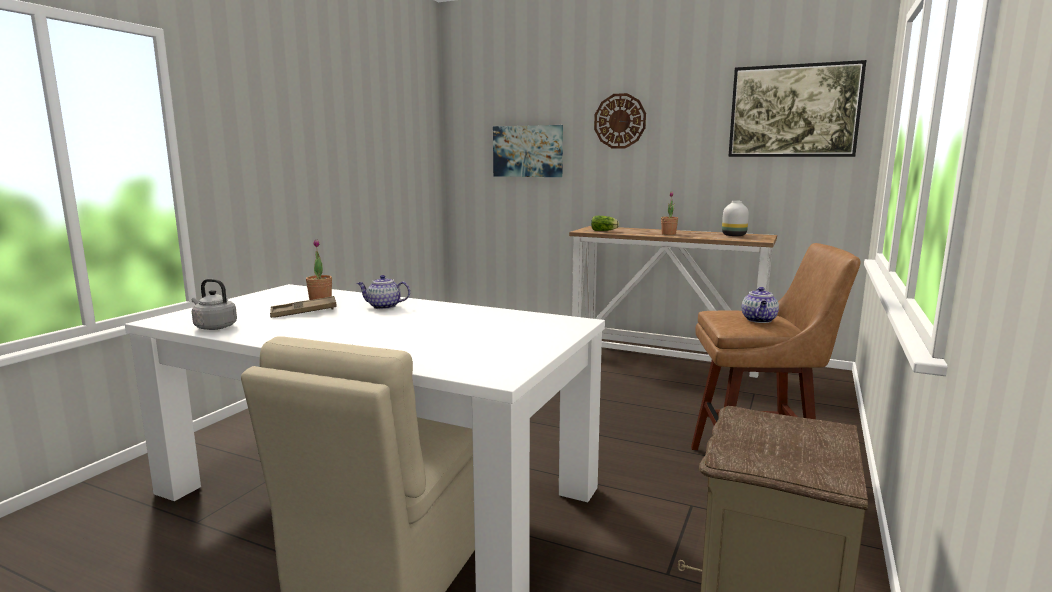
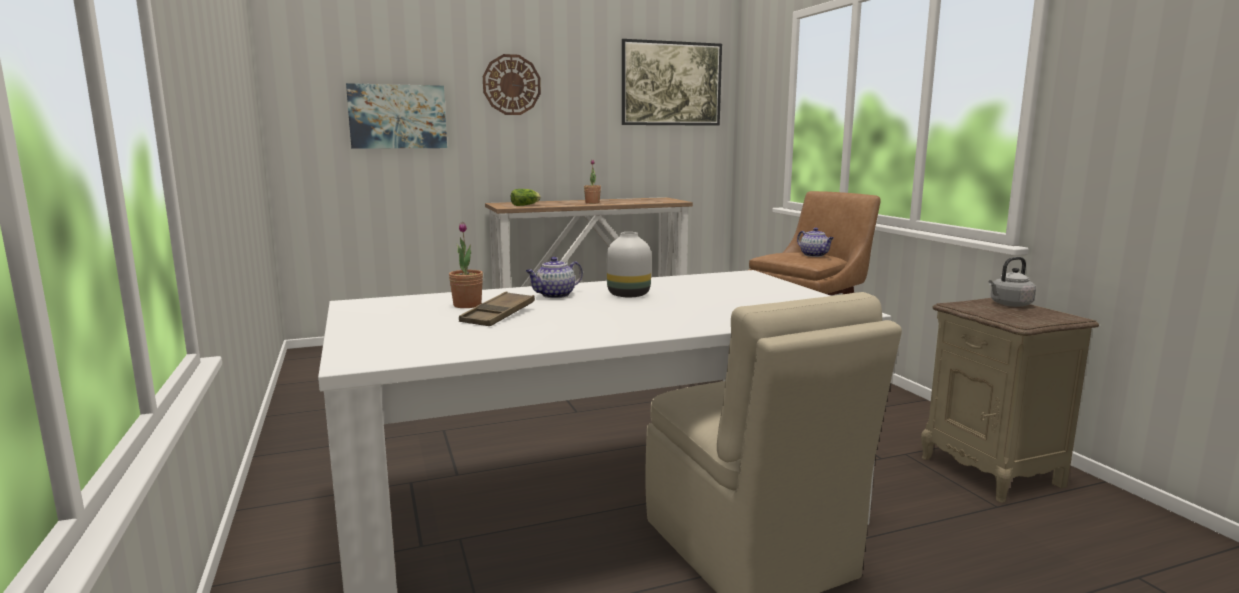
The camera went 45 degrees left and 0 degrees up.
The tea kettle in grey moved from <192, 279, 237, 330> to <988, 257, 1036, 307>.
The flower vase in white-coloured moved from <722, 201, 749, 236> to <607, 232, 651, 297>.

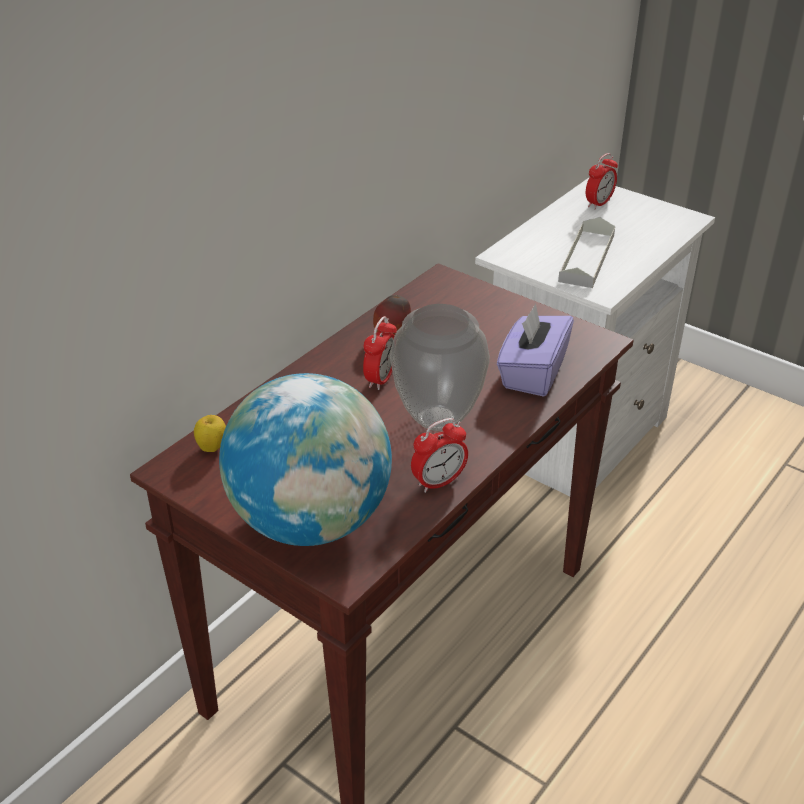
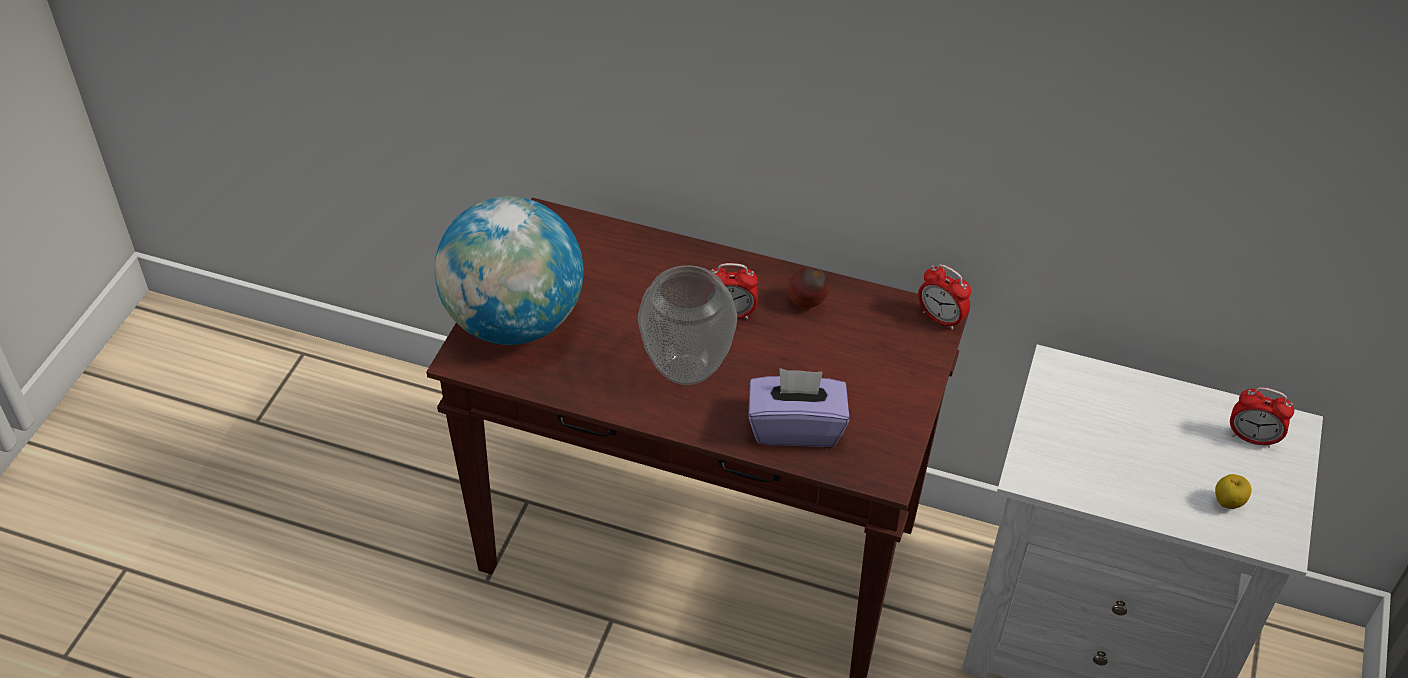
The camera went 70 degrees right and 10 degrees up.
The apple fruit moved from <194, 415, 226, 452> to <1215, 474, 1251, 509>.
The bedside clock moved from <411, 418, 468, 493> to <918, 264, 971, 330>.
The tray in grey at <558, 217, 615, 288> disappeared.

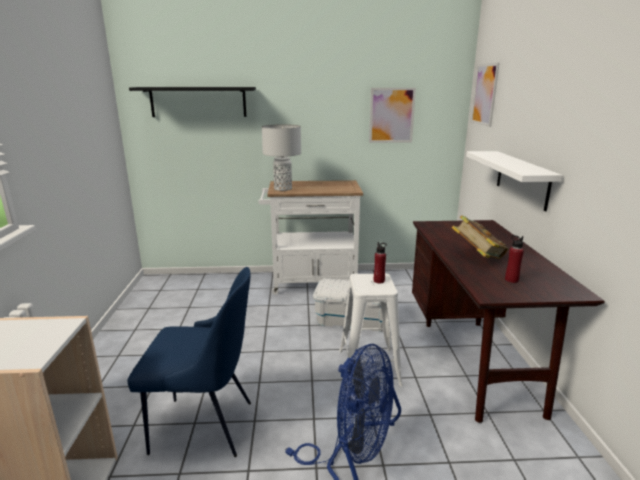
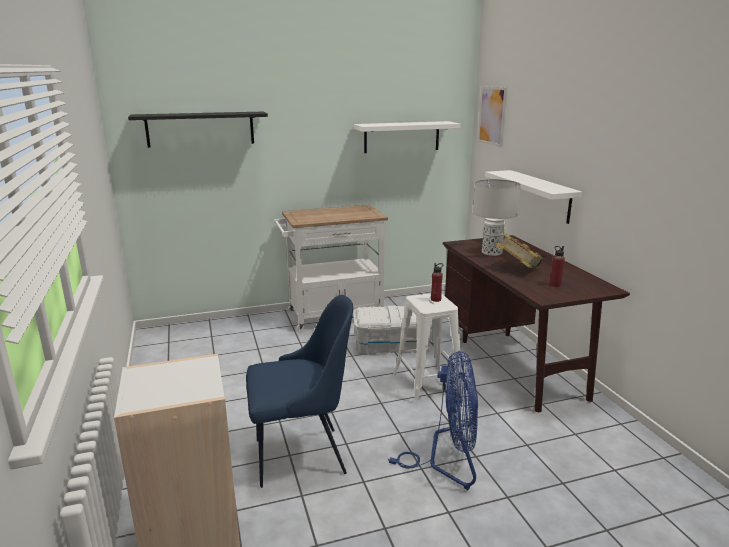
The camera went 15 degrees left and 0 degrees up.
The tabletop lamp in white-coloured moved from <262, 124, 301, 191> to <473, 179, 521, 256>.
The wall picture at <369, 88, 416, 143> was replaced by the wall shelf in white-coloured at <354, 121, 461, 153>.

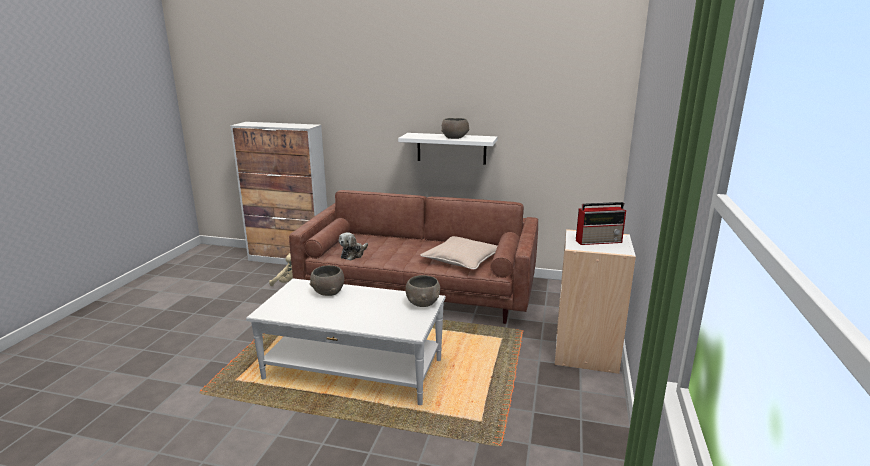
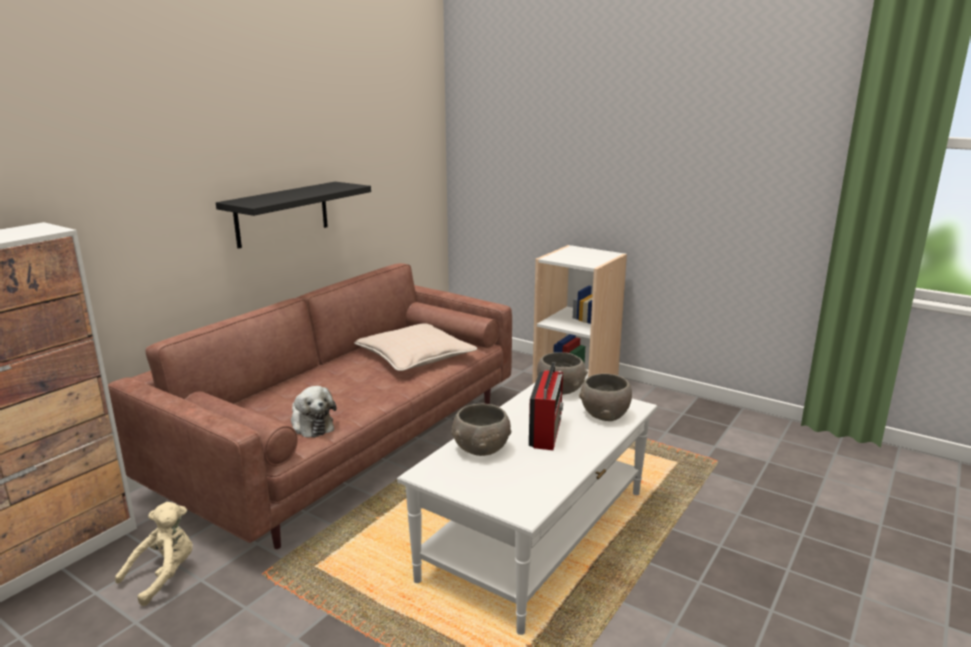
The camera went 70 degrees left and 0 degrees up.
The wall shelf in white-coloured at <398, 133, 498, 165> became the wall shelf in blackish at <216, 182, 371, 249>.
The serving bowl in grey moved from <441, 118, 469, 139> to <579, 373, 632, 421>.
The radio set moved from <576, 202, 626, 245> to <529, 362, 563, 450>.

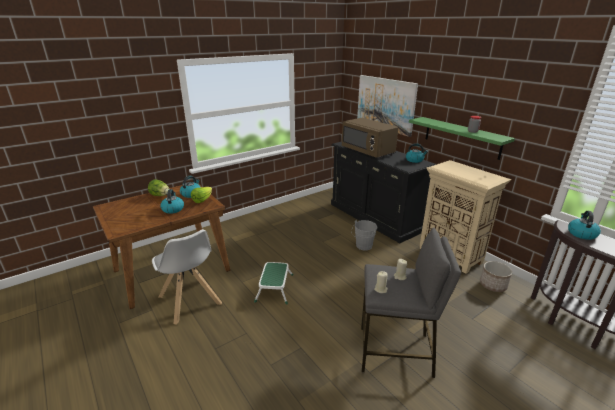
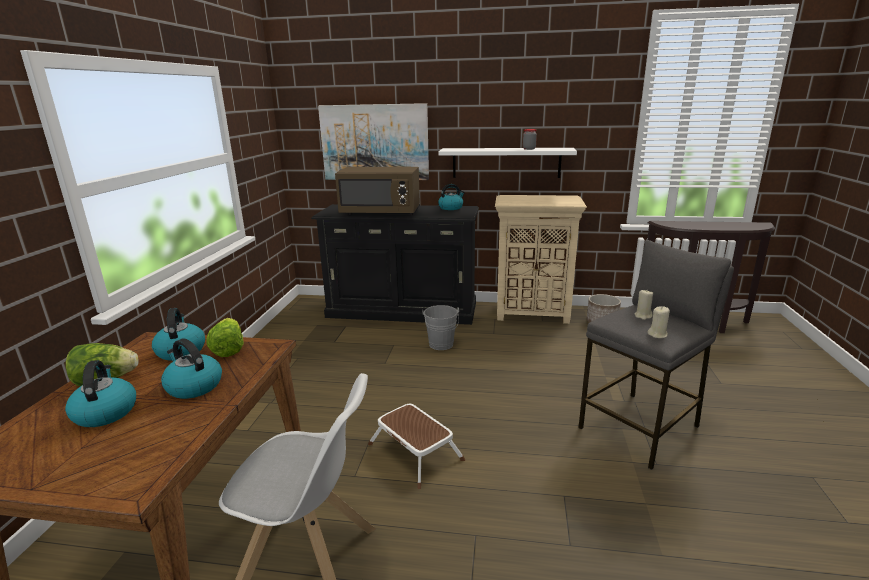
The camera went 45 degrees left and 5 degrees down.
The step ladder in greenish at <254, 262, 293, 305> became the step ladder in brown at <368, 403, 465, 489>.
The wall shelf in greenish at <409, 117, 515, 160> became the wall shelf in white-coloured at <438, 148, 577, 178>.
The tea kettle moved from <568, 211, 601, 240> to <65, 360, 136, 427>.

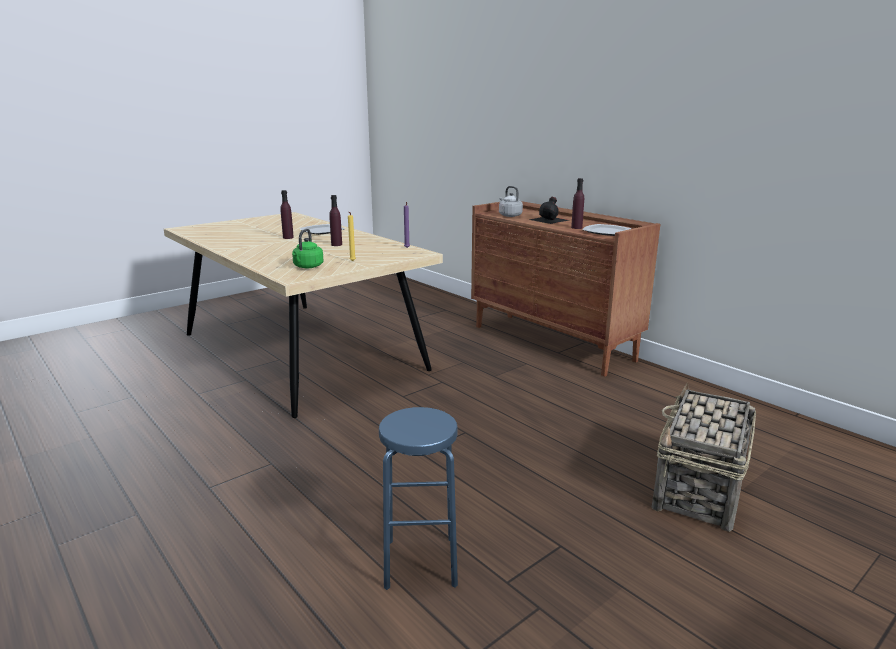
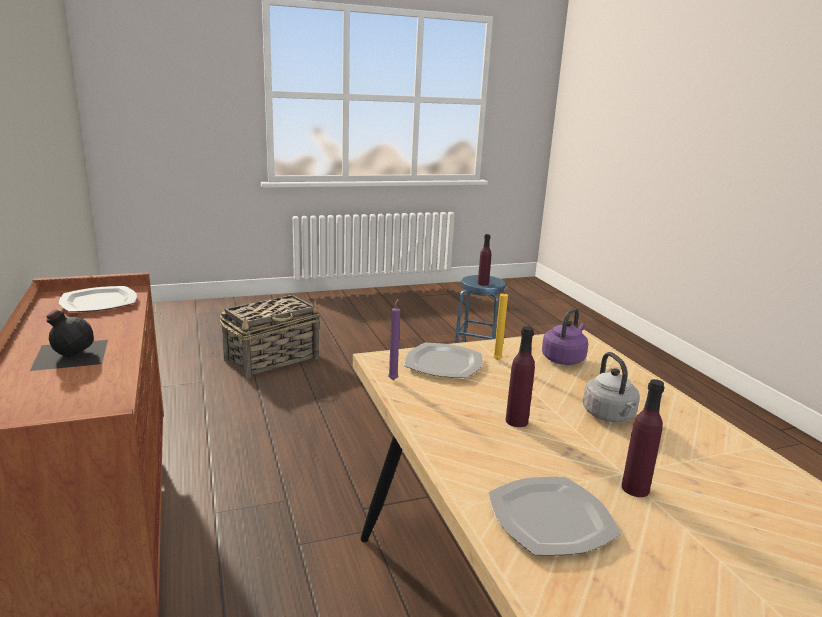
The camera went 160 degrees left and 0 degrees up.
The tea kettle in greenish at <292, 229, 324, 268> became the tea kettle in purplish at <542, 308, 588, 365>.
The tea kettle in grey moved from <499, 186, 523, 217> to <583, 352, 640, 422>.
The bottle in purplish moved from <571, 178, 584, 229> to <478, 234, 491, 286>.
The dinner plate at <404, 343, 482, 378> appeared.

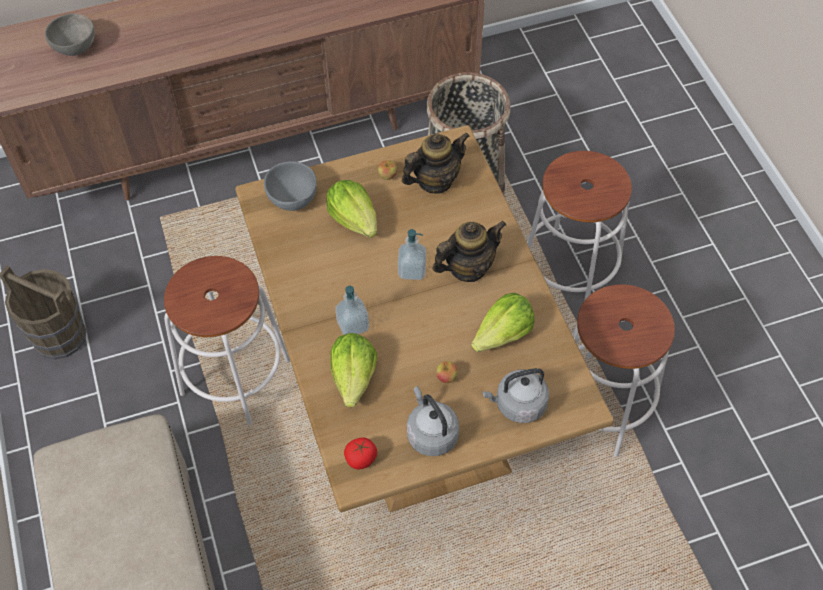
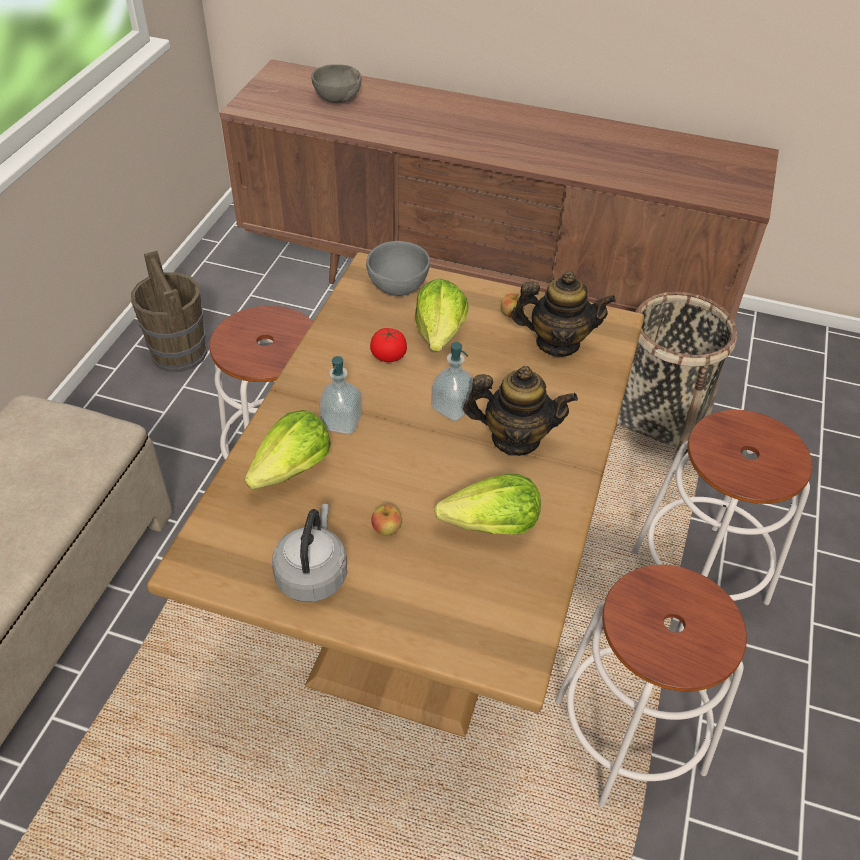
The camera went 35 degrees right and 10 degrees down.
The fresh tomato moved from <344, 437, 377, 469> to <370, 328, 407, 362>.
The tea kettle in grey at <483, 368, 549, 423> disappeared.

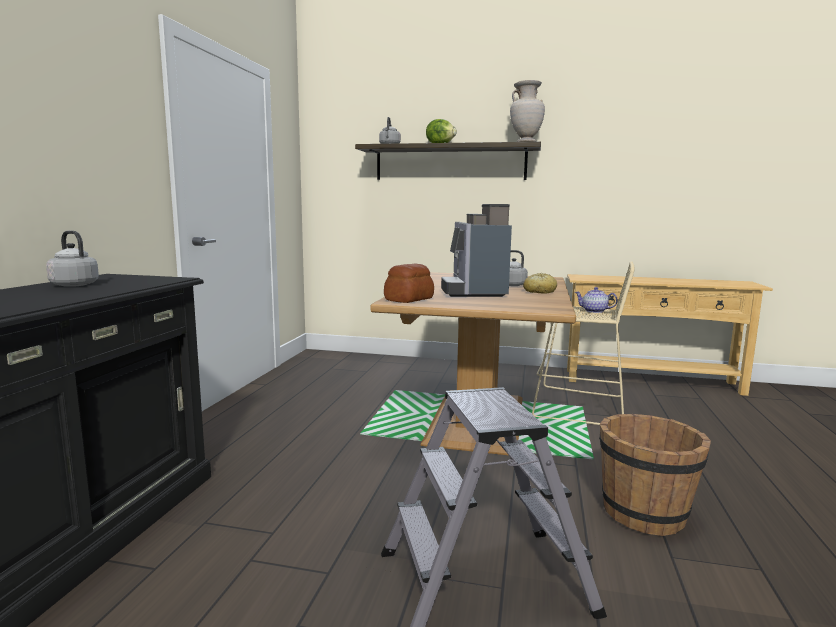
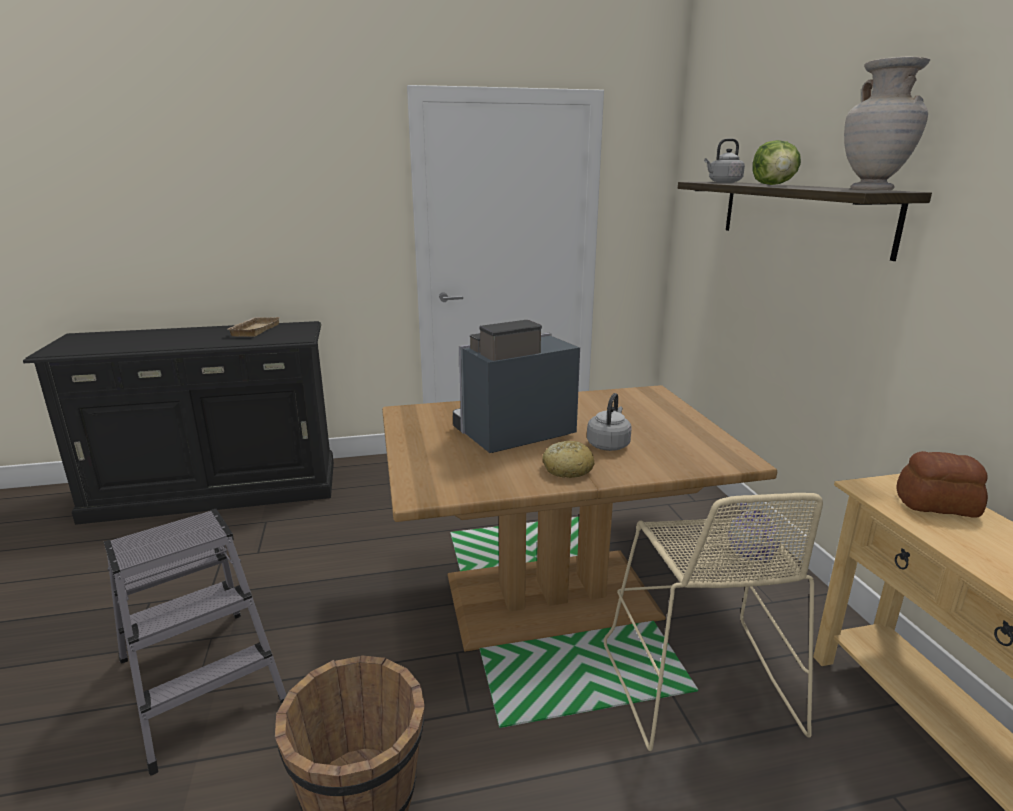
The camera went 65 degrees right and 10 degrees up.
The tea kettle in grey at <46, 230, 99, 287> was replaced by the tray in beige at <228, 317, 280, 337>.
The baked bread moved from <384, 264, 434, 303> to <896, 451, 988, 518>.

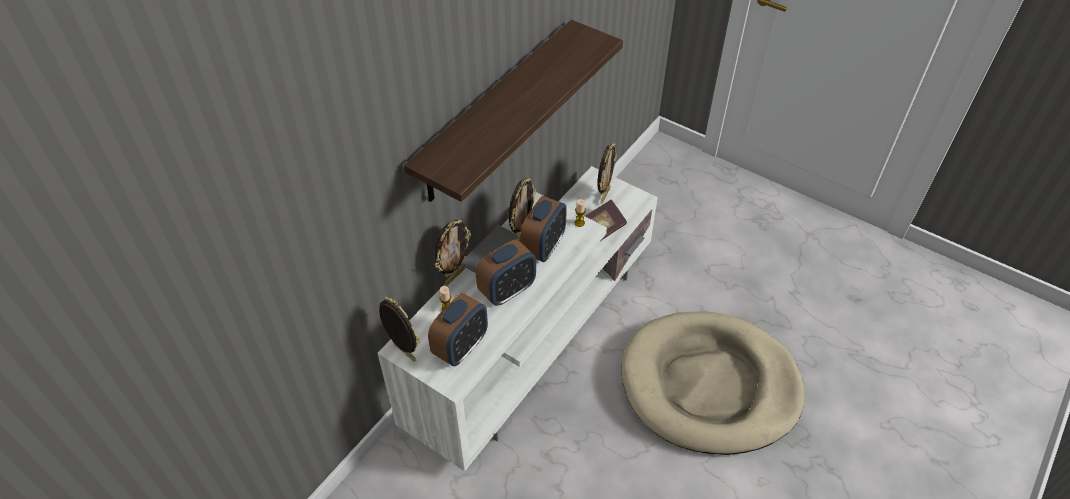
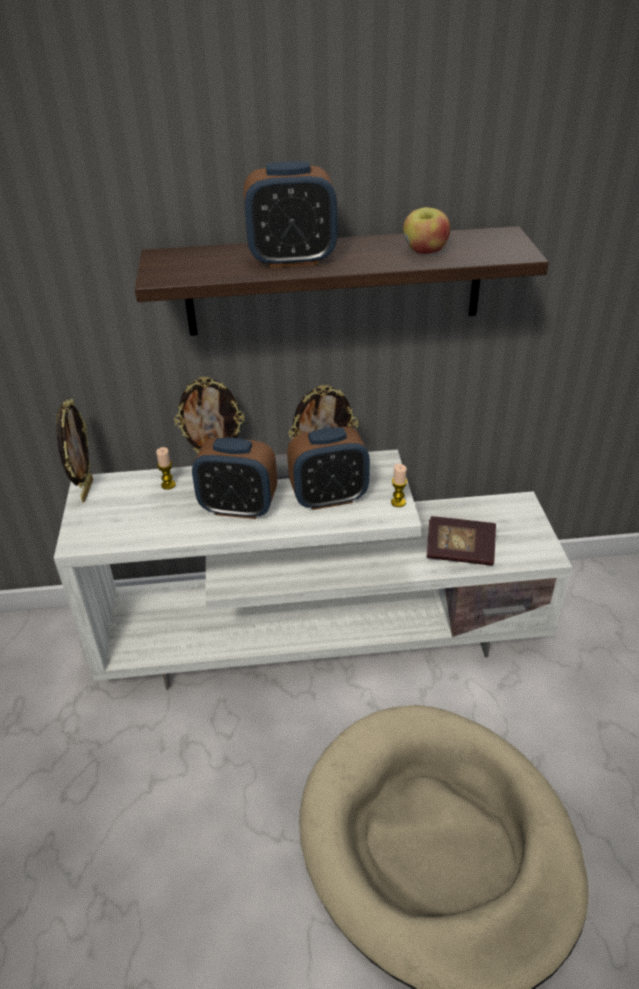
The camera went 50 degrees right and 10 degrees down.
The bedside clock moved from <428, 293, 488, 366> to <244, 161, 337, 268>.
The standing frame at <597, 143, 617, 204> disappeared.
The apple fruit at <403, 207, 450, 254> appeared.

